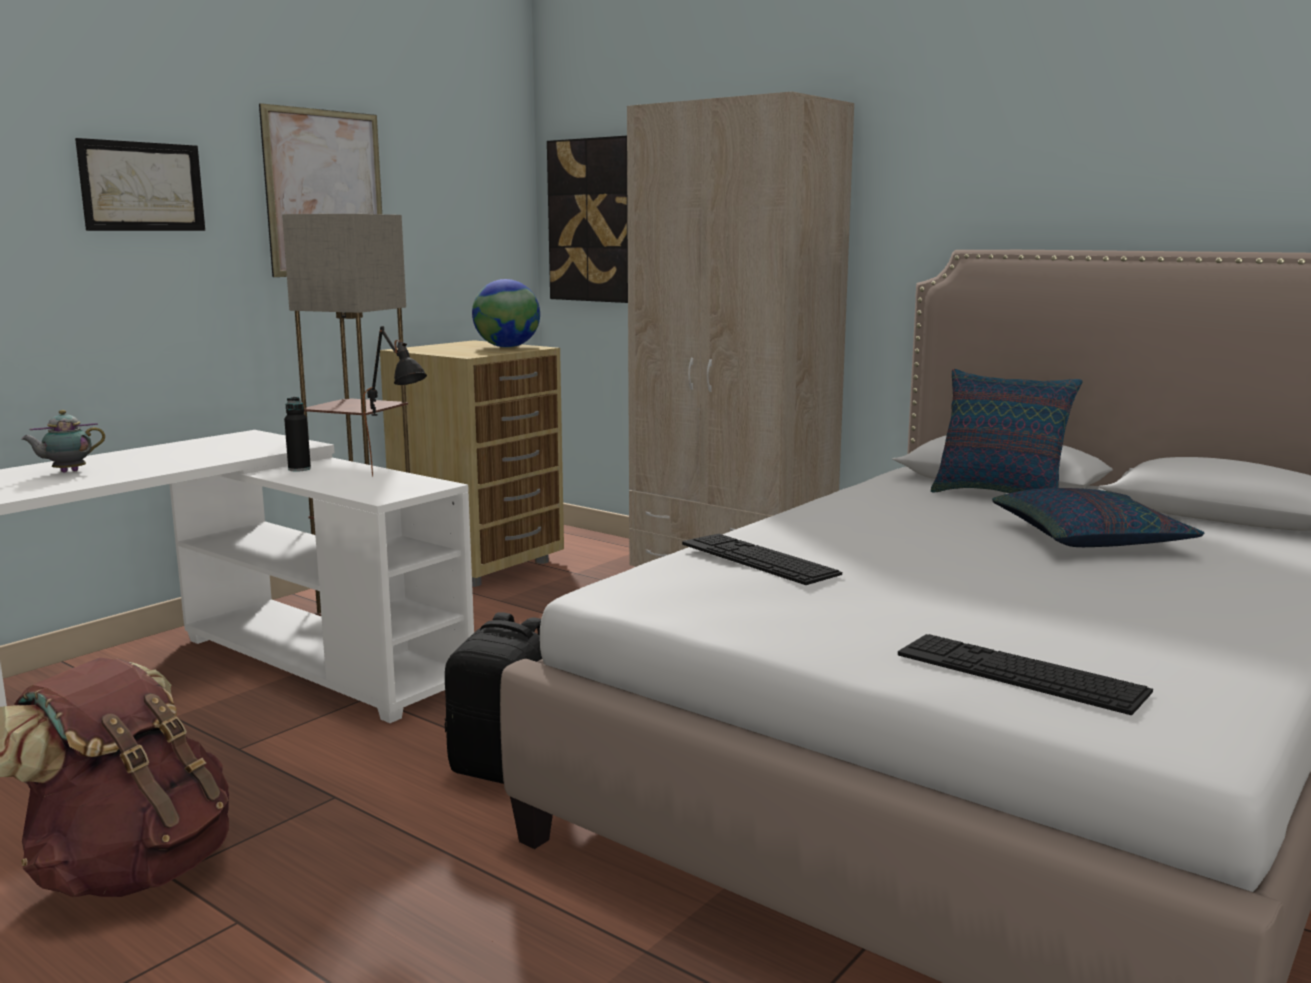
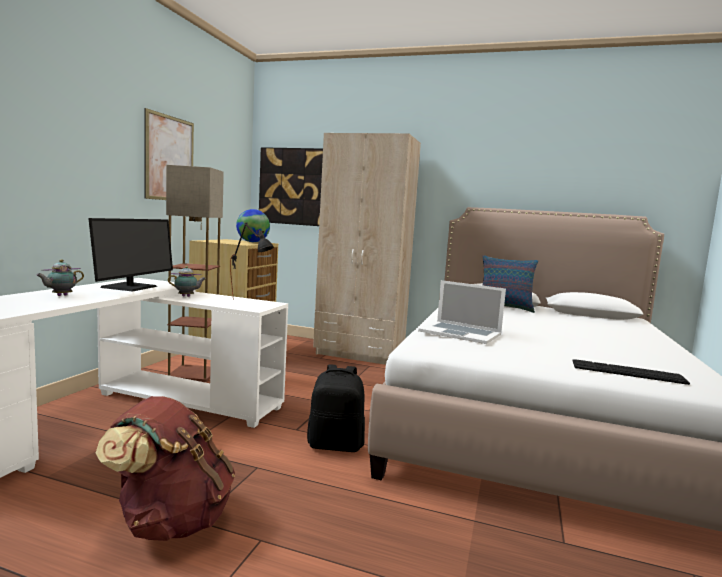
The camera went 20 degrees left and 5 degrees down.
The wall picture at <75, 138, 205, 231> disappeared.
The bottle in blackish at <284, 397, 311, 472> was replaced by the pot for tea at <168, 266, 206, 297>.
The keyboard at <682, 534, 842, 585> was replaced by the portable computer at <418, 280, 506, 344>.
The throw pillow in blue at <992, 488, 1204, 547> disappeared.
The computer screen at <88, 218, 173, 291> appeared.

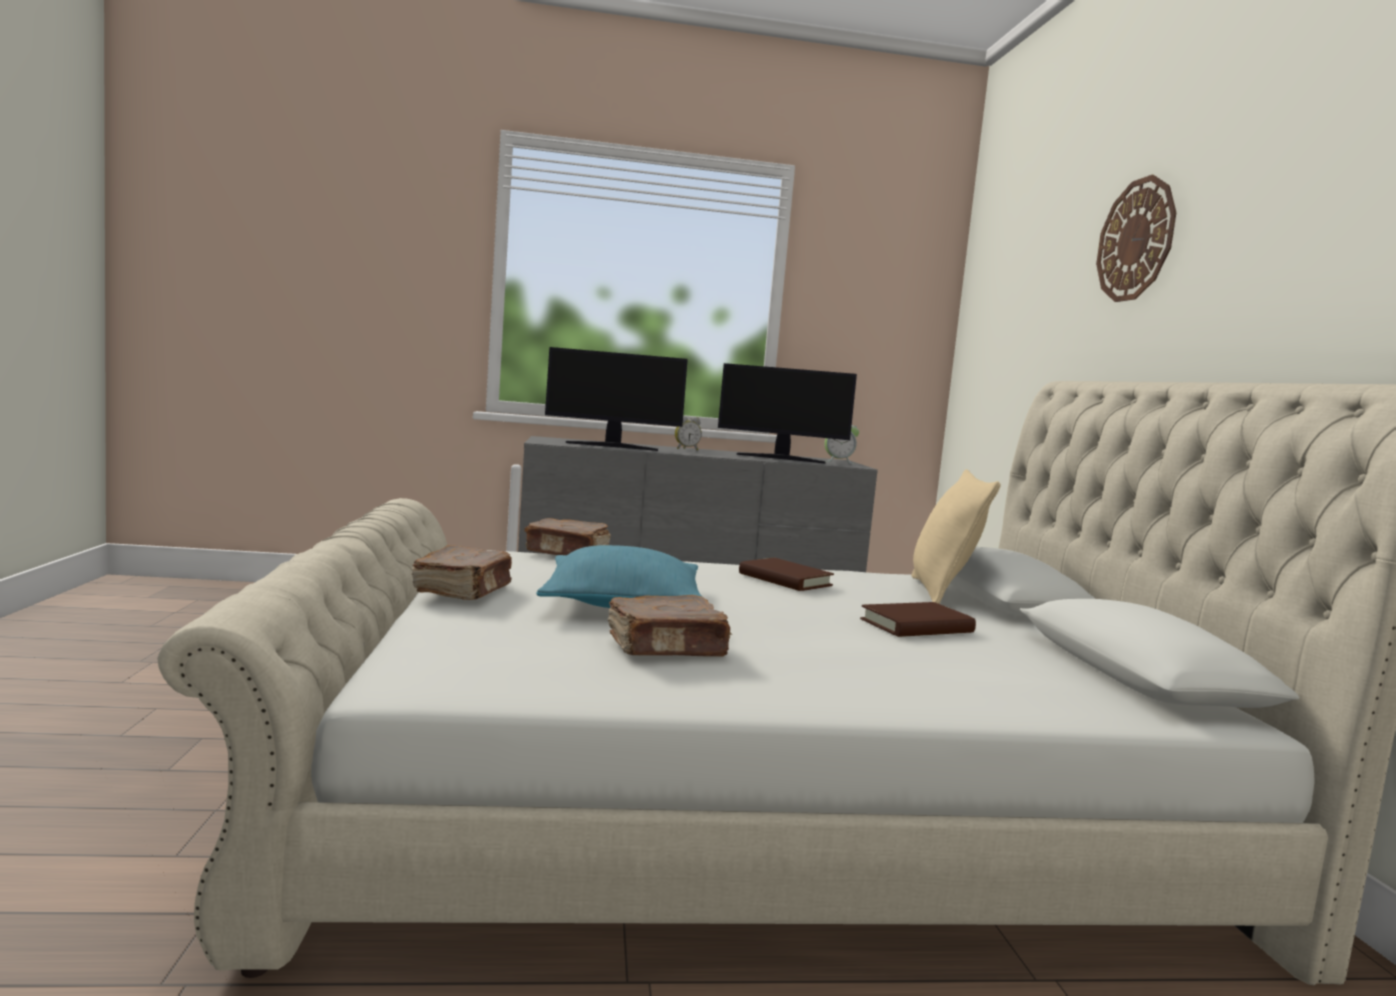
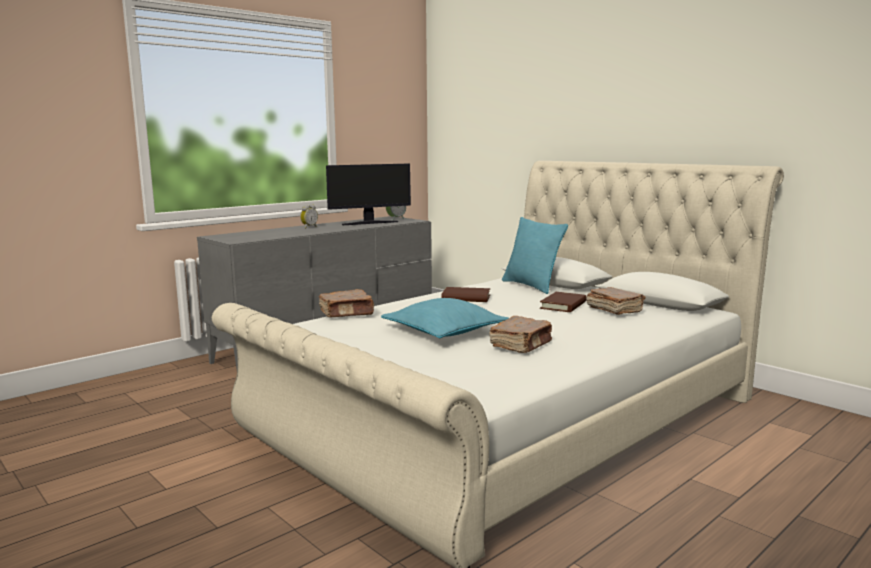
The camera went 35 degrees left and 5 degrees up.
The volume in brown moved from <412, 545, 512, 600> to <586, 287, 646, 315>.
The computer screen at <545, 347, 688, 451> disappeared.
The throw pillow in beige at <911, 469, 1001, 604> became the throw pillow in turquoise-coloured at <502, 217, 568, 294>.
The clock on the wall at <1096, 175, 1176, 302> disappeared.

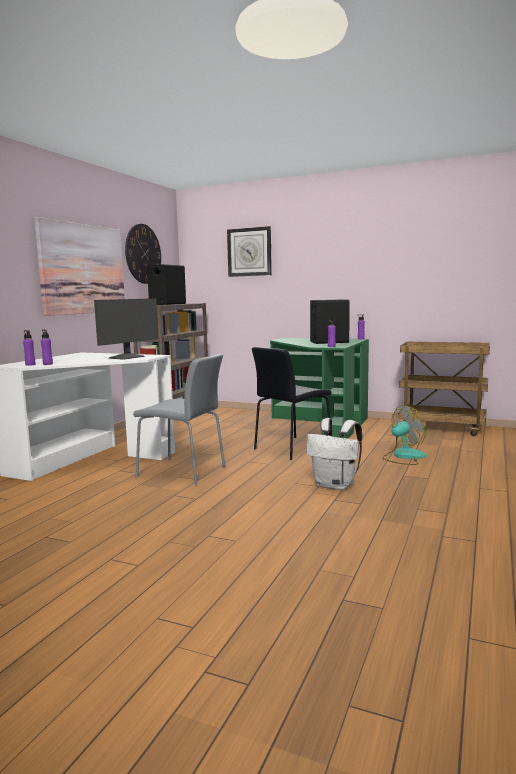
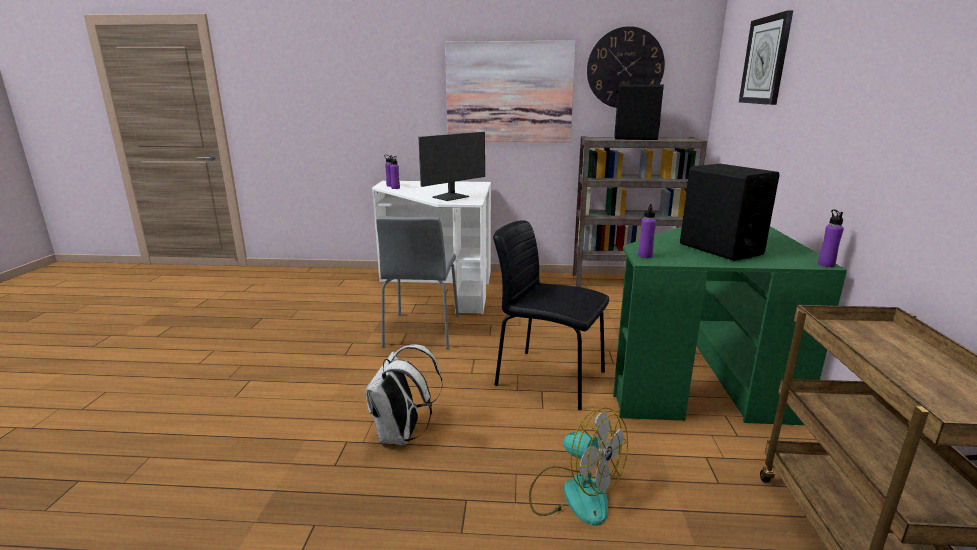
The camera went 70 degrees right and 10 degrees up.
The computer screen at <94, 298, 158, 360> turned 60 degrees counterclockwise.

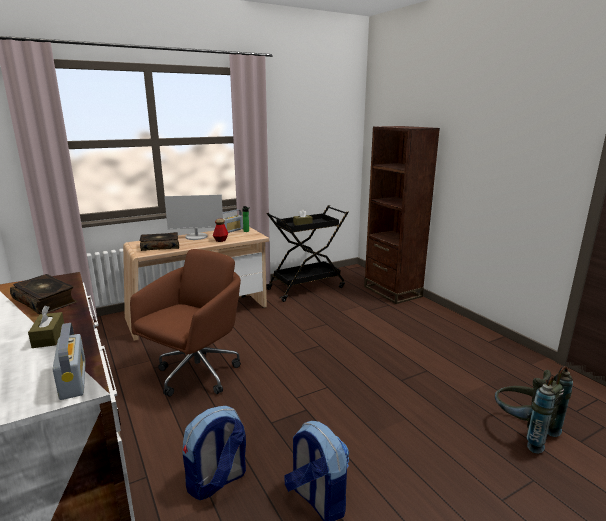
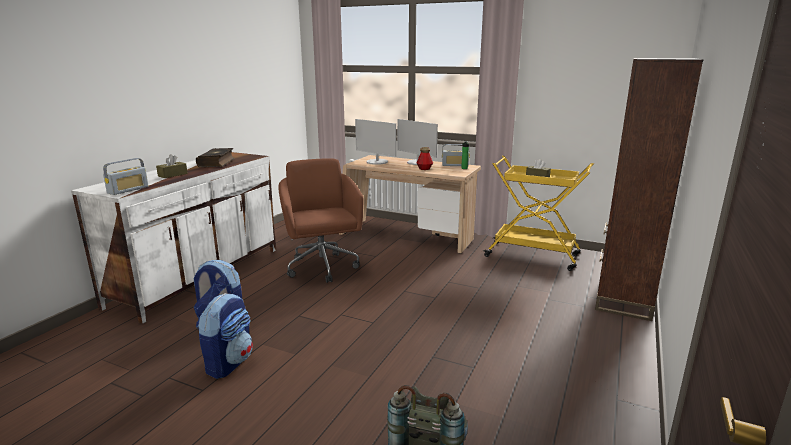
The camera went 55 degrees right and 0 degrees up.
The desk chair in brown at <130, 249, 241, 397> turned 105 degrees counterclockwise.
The volume at <140, 232, 179, 251> was replaced by the computer screen at <355, 119, 396, 165>.
The trolley in blackish at <266, 205, 349, 302> became the trolley in yellow at <483, 156, 594, 271>.

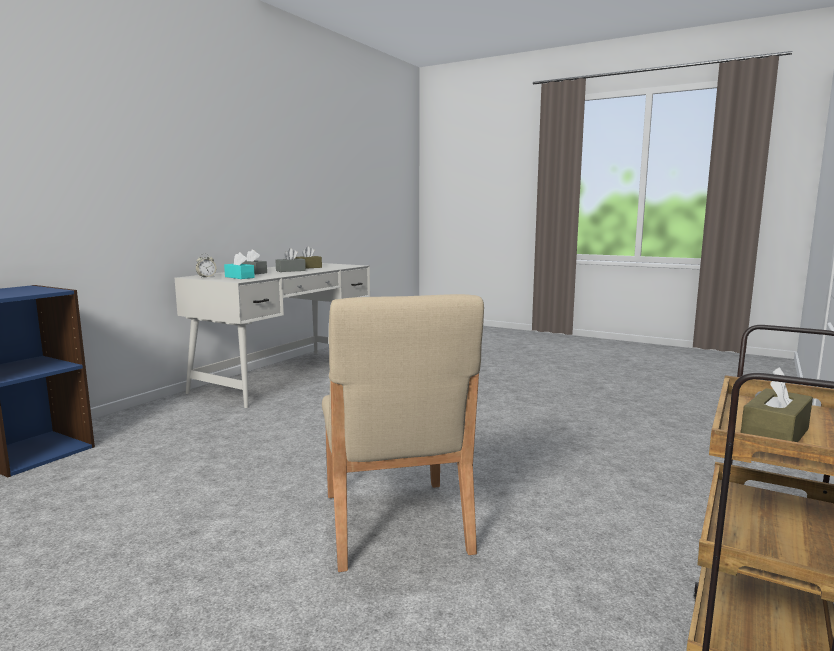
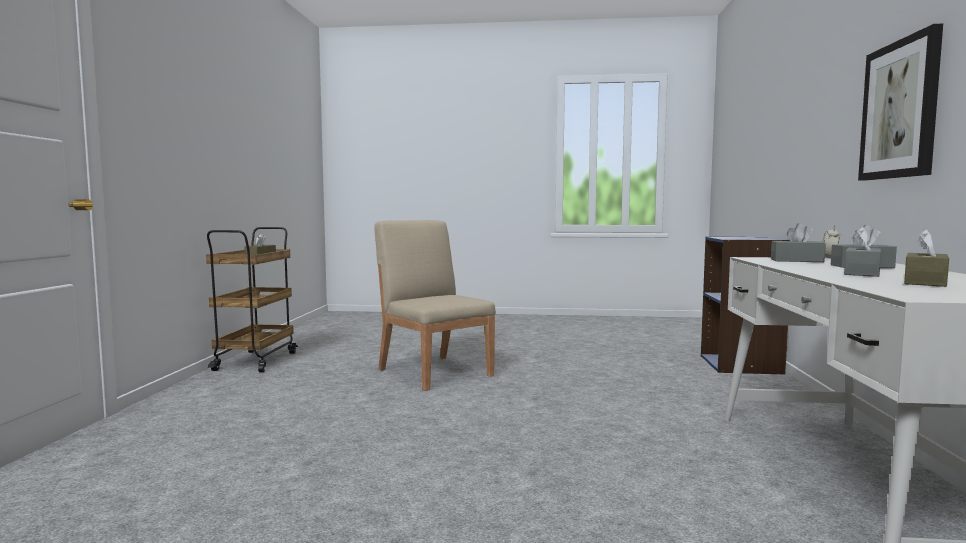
The camera went 155 degrees right and 5 degrees down.
The tissue box in turquoise-coloured at <224, 252, 255, 279> became the tissue box in grey at <771, 223, 826, 262>.
The wall picture at <858, 24, 943, 181> appeared.

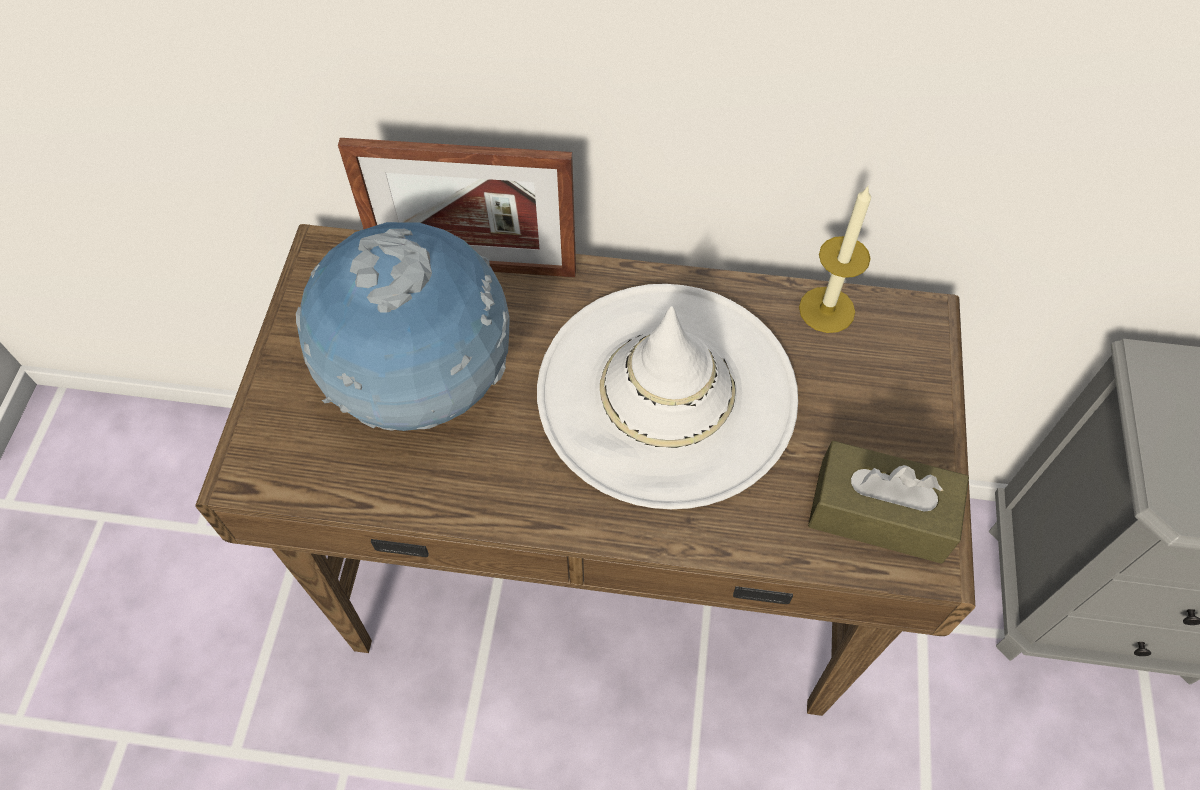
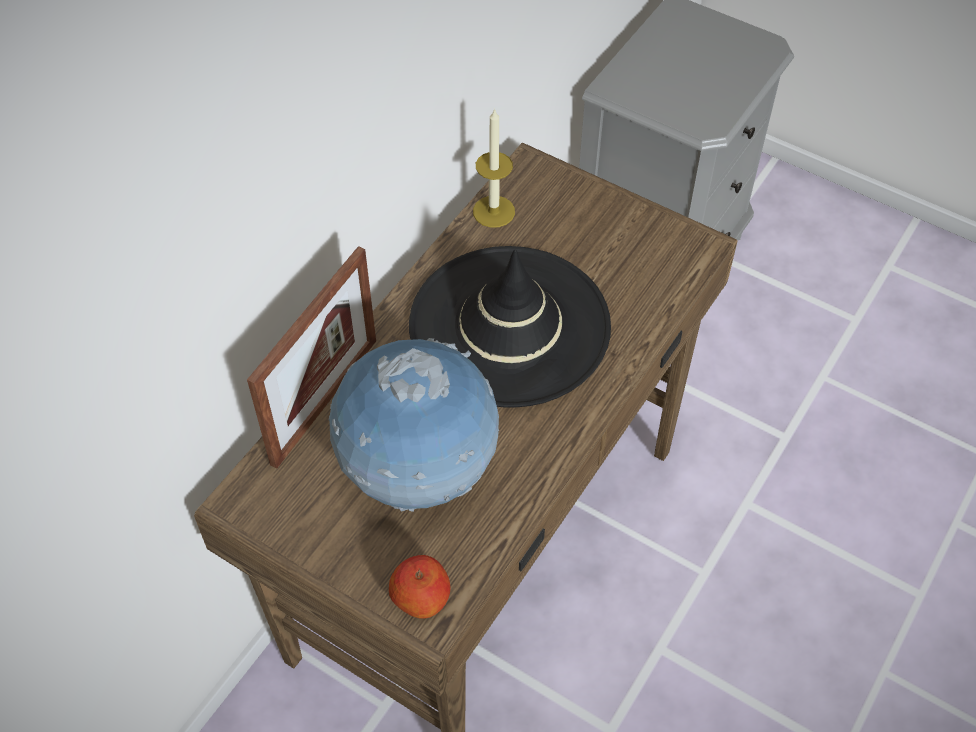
The camera went 65 degrees left and 5 degrees down.
The hat in white-coloured at <537, 284, 798, 509> became the hat in blackish at <409, 246, 611, 407>.
The tissue box in brown at <808, 441, 969, 564> disappeared.
The apple fruit at <389, 555, 451, 619> appeared.

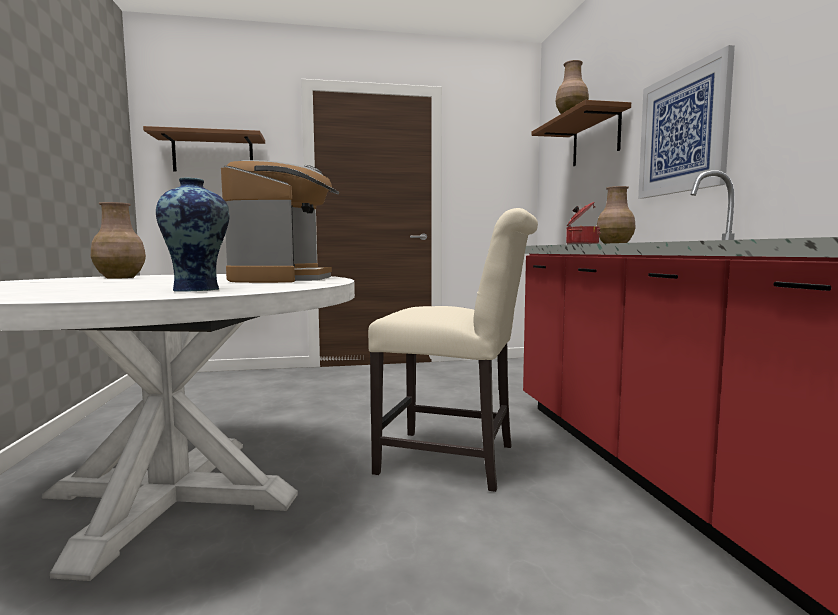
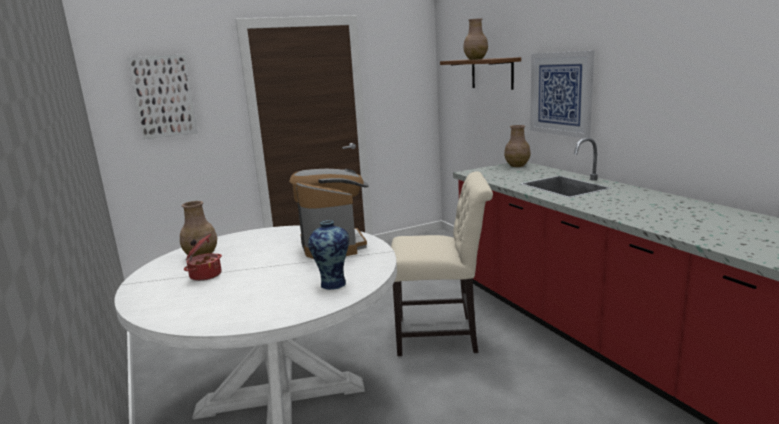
The camera went 15 degrees left and 10 degrees up.
The wall shelf in brown at <143, 126, 265, 172> was replaced by the wall picture at <127, 54, 198, 140>.
The cooking pot moved from <566, 202, 600, 245> to <184, 234, 222, 281>.

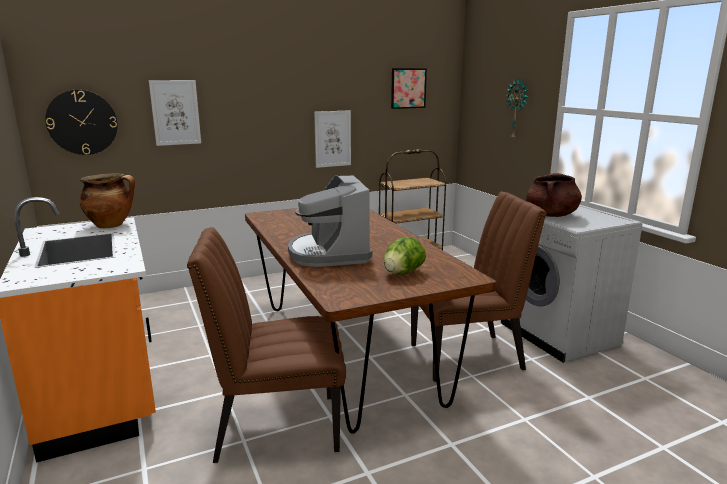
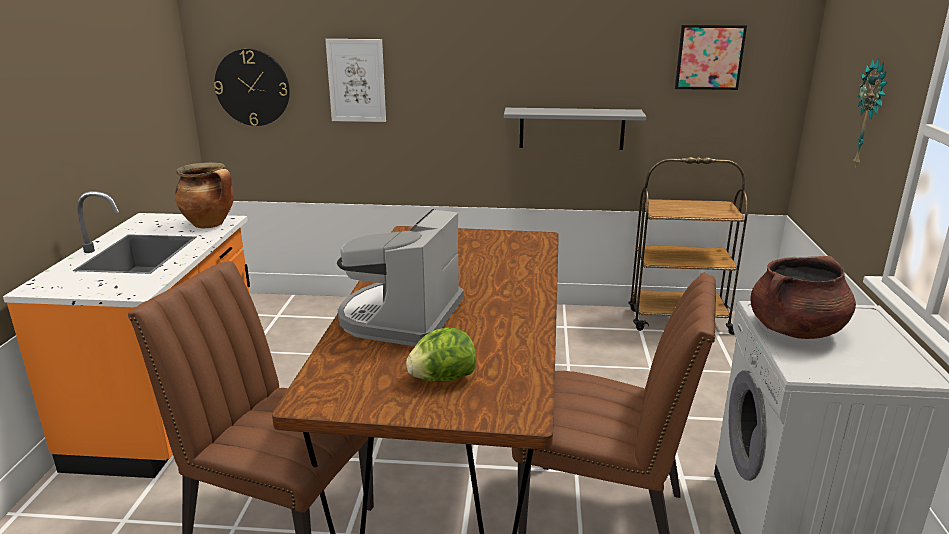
The camera went 30 degrees right and 5 degrees up.
The wall picture at <314, 110, 351, 168> was replaced by the wall shelf in grey at <504, 108, 647, 150>.

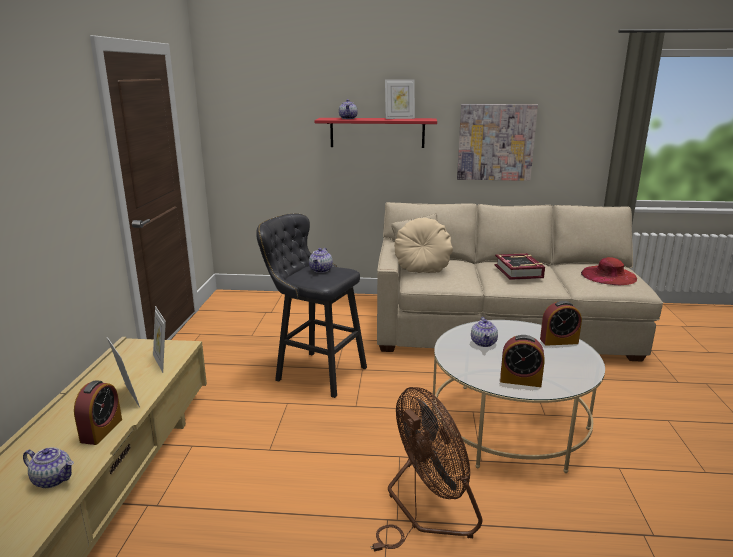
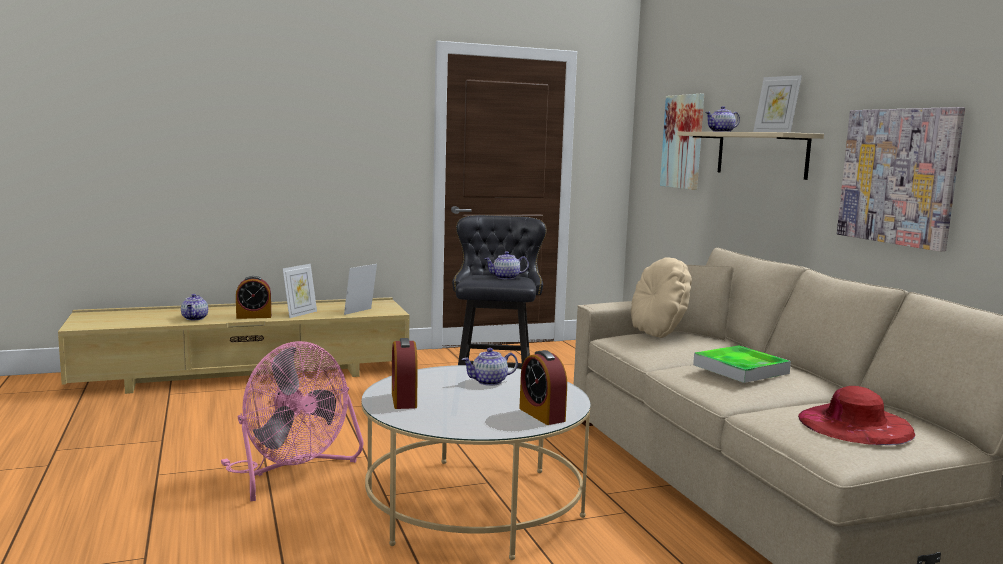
The camera went 65 degrees right and 10 degrees down.
The wall shelf in reddish at <315, 118, 437, 148> became the wall shelf in beige at <677, 132, 824, 180>.
The electric fan in brown at <371, 387, 482, 551> became the electric fan in pinkish at <221, 341, 363, 501>.
The volume at <495, 253, 545, 280> was replaced by the tray at <693, 345, 791, 383>.
The wall picture at <660, 94, 704, 190> appeared.

